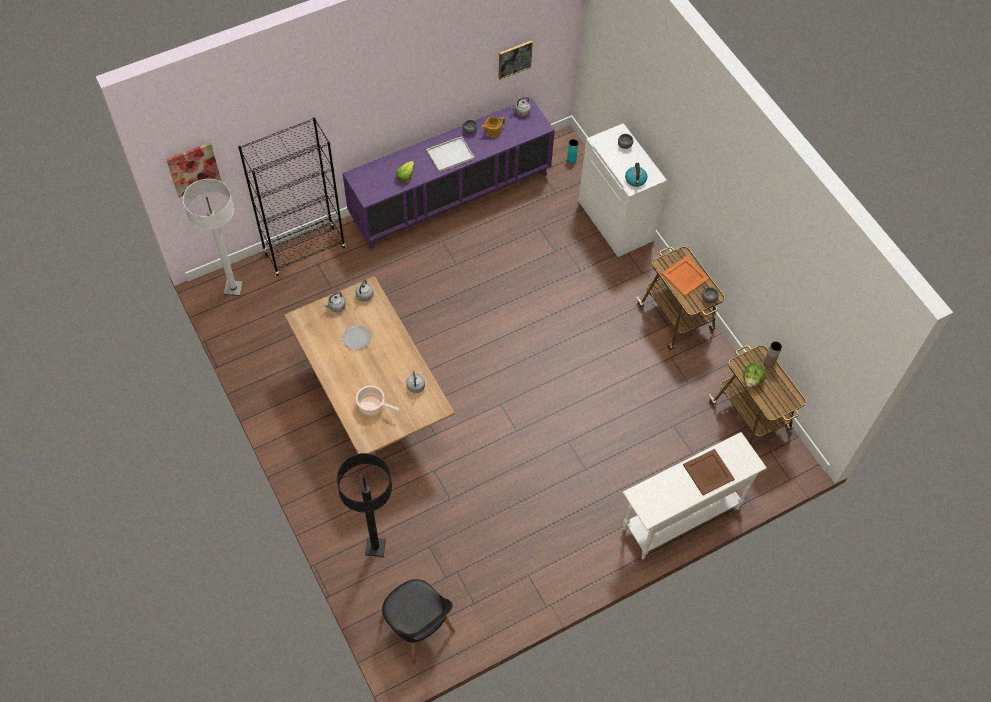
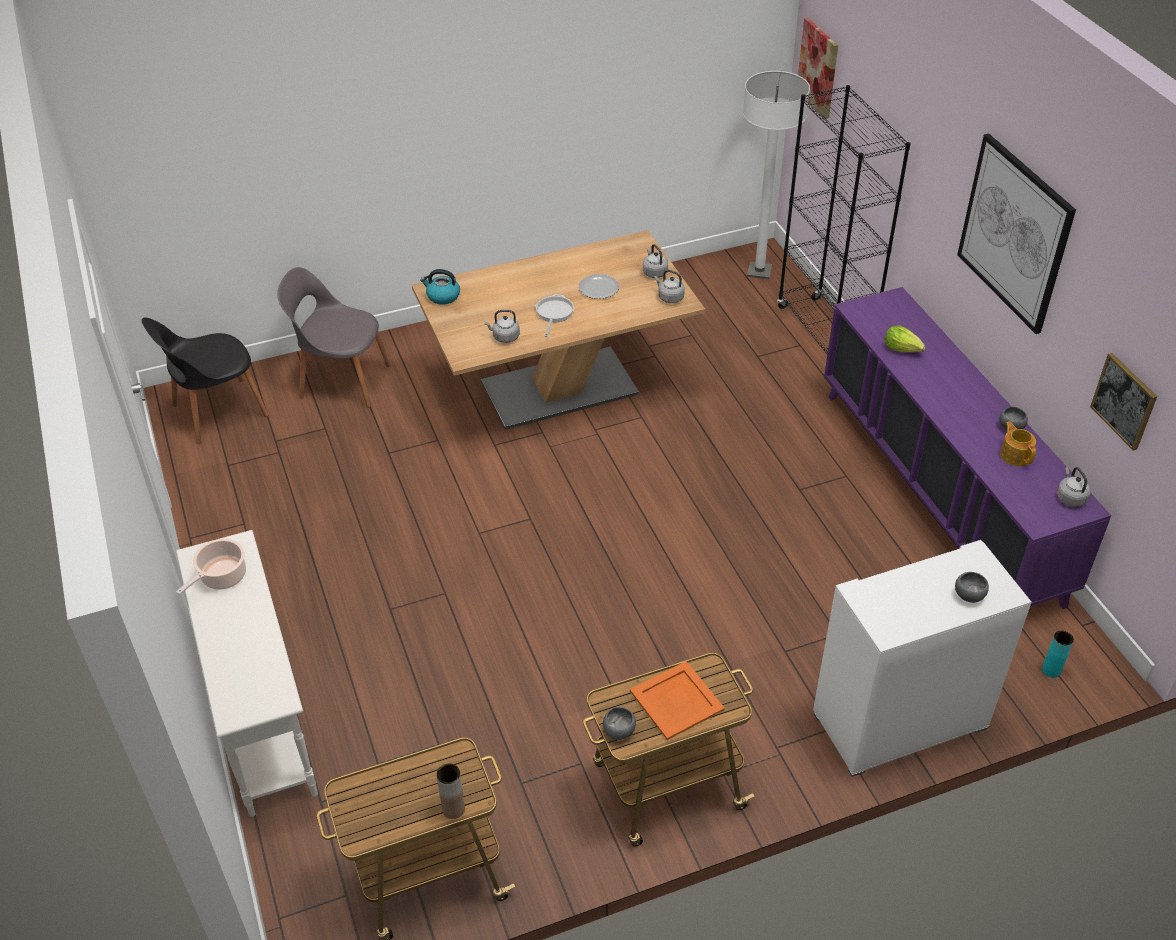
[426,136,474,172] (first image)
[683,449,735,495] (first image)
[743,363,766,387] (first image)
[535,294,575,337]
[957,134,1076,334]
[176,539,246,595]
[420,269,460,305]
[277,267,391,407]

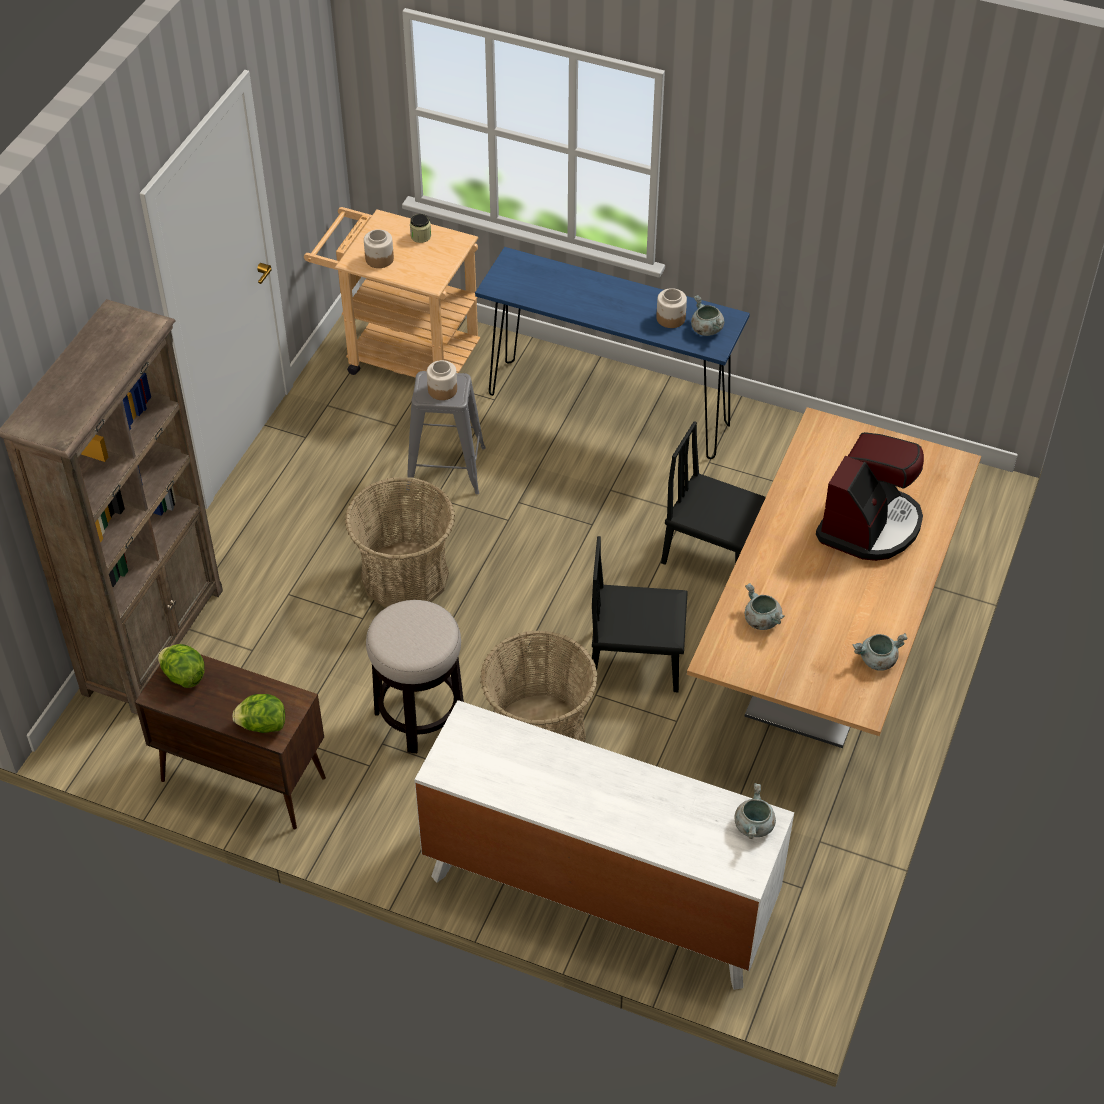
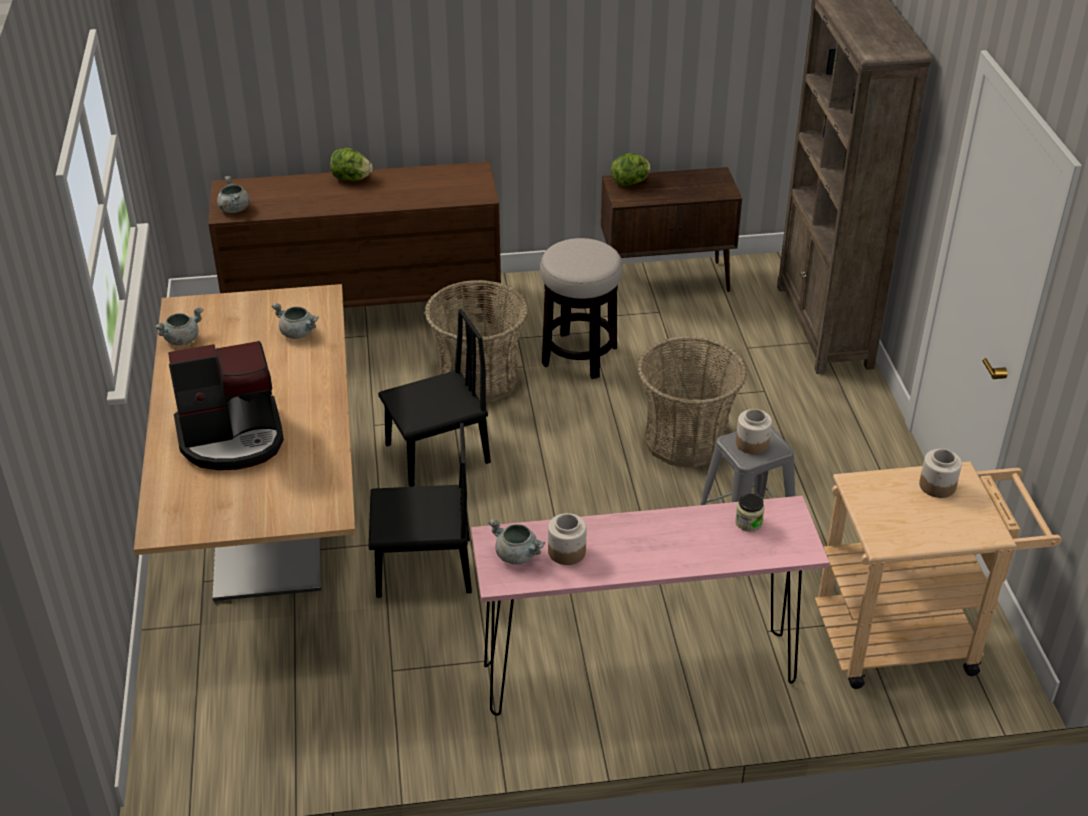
[330,148,373,181]
[735,493,764,532]
[208,162,501,323]
[471,496,829,716]
[168,341,284,470]

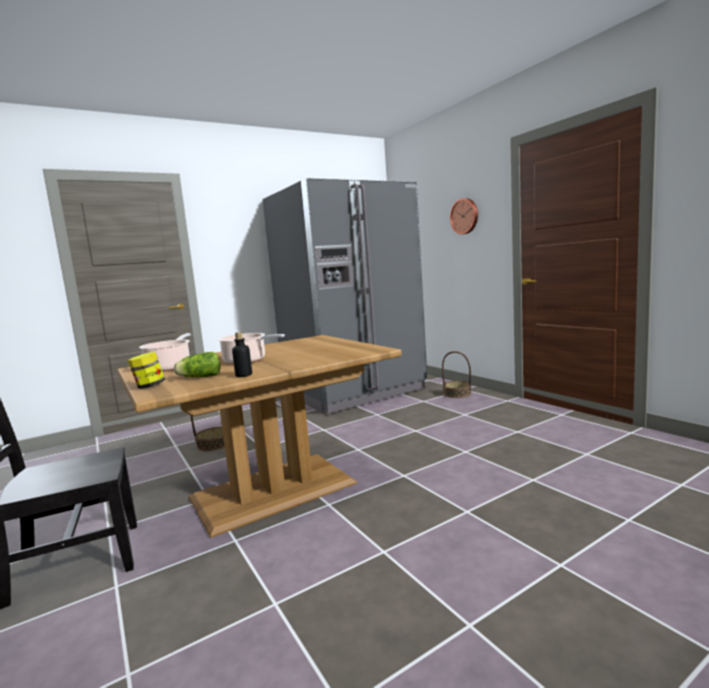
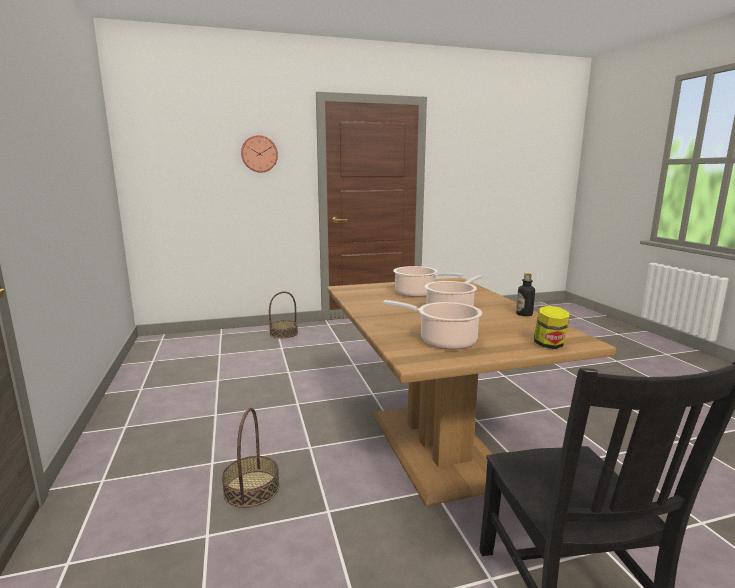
[174,352,220,377] (first image)
[263,178,427,413] (first image)
[393,266,464,297]

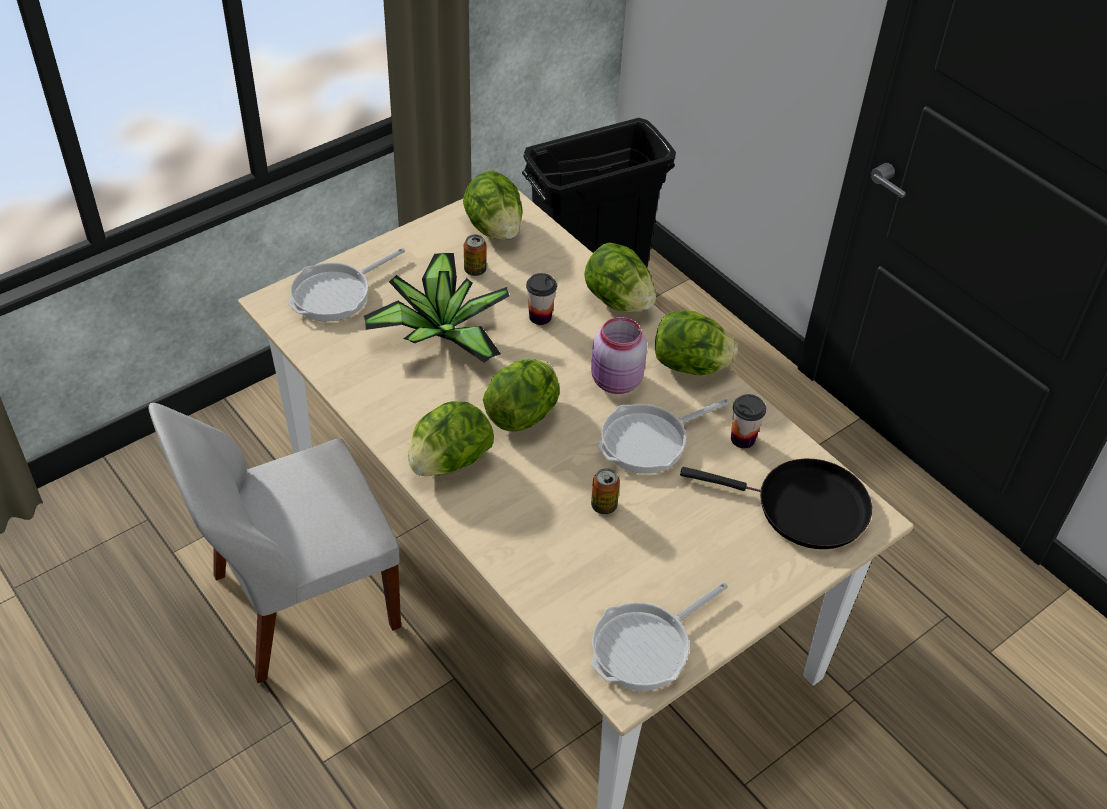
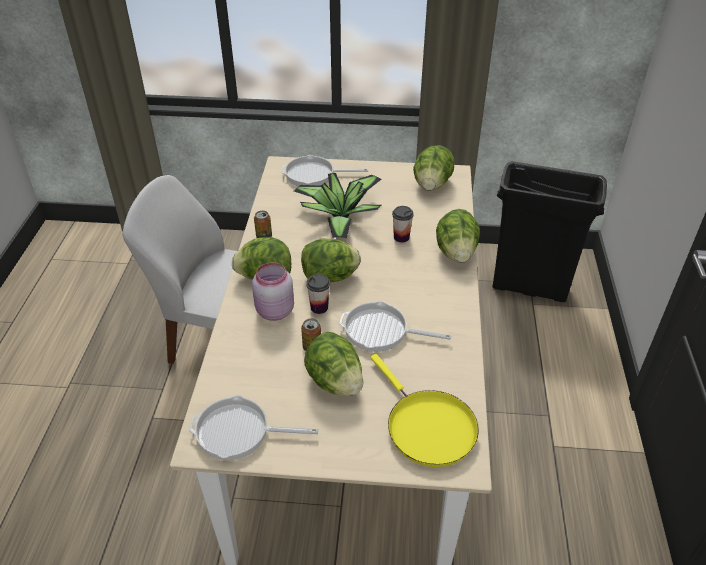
[254,211,272,238]
[252,262,294,321]
[304,332,363,396]
[306,274,330,314]
[370,354,479,467]

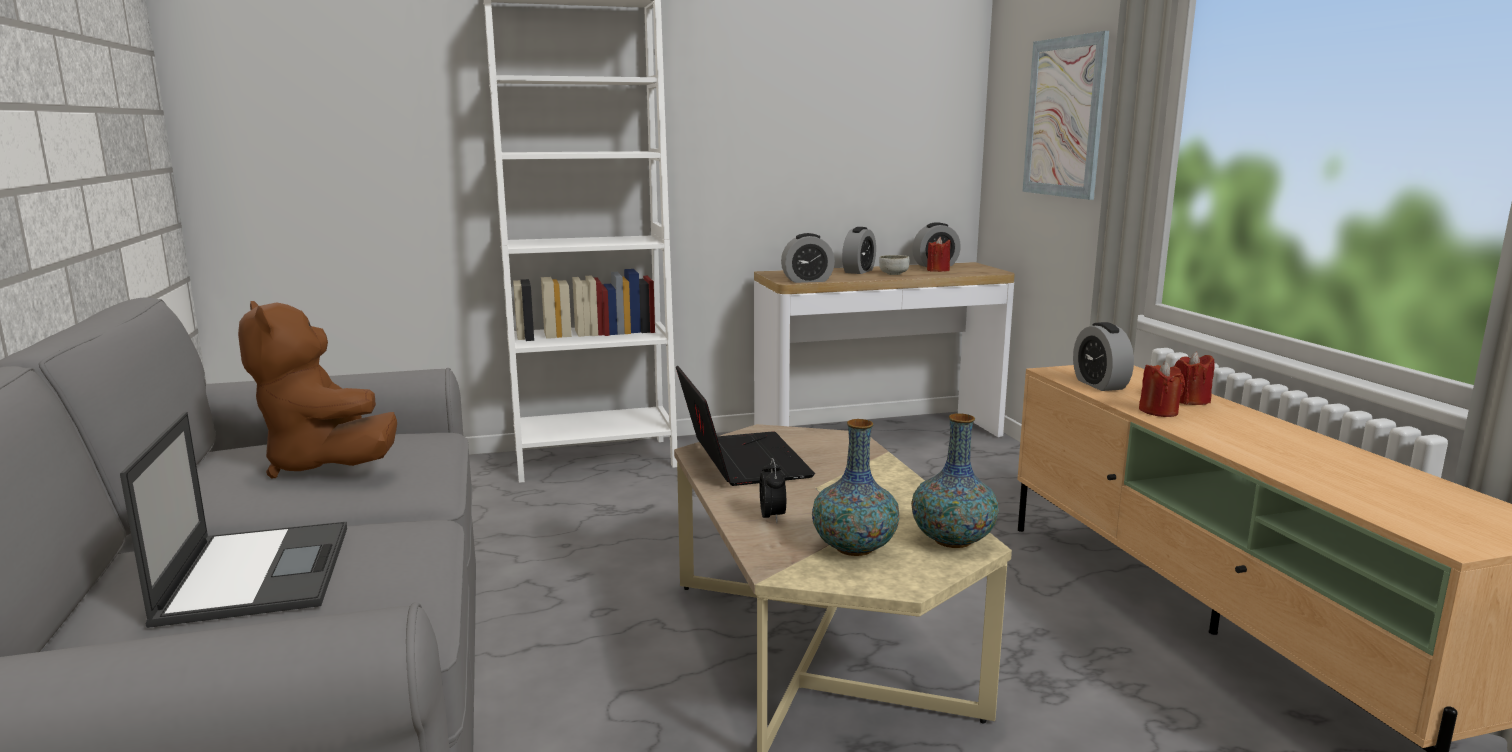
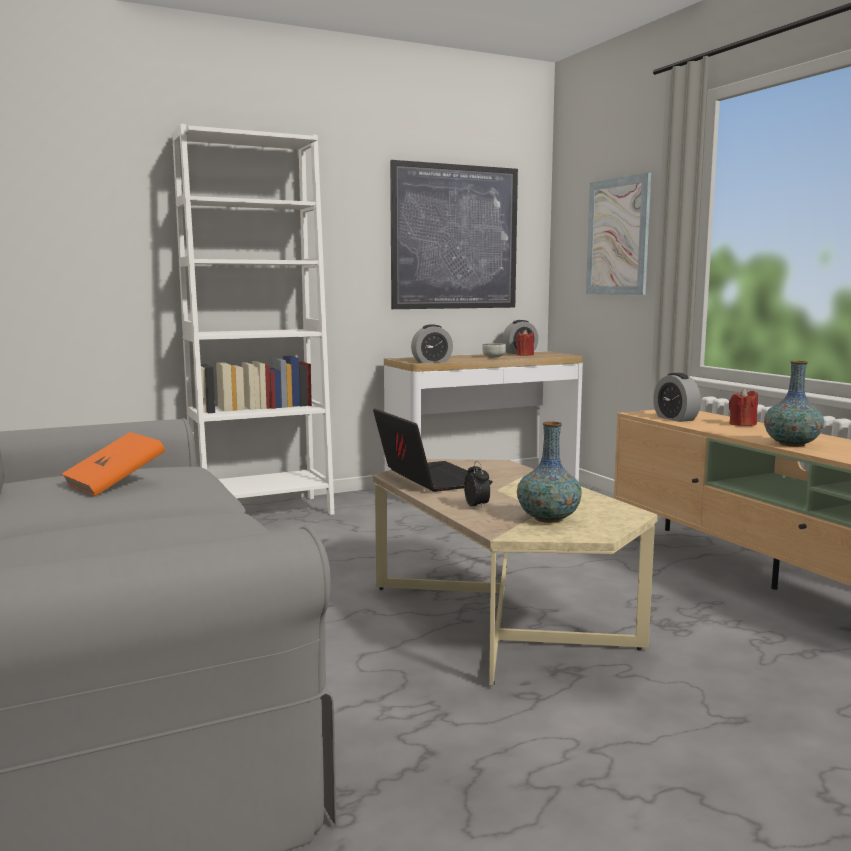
[120,412,347,628] (first image)
[842,227,876,274] (first image)
[1139,362,1185,417] (first image)
[390,160,518,309]
[764,361,824,447]
[61,432,165,496]

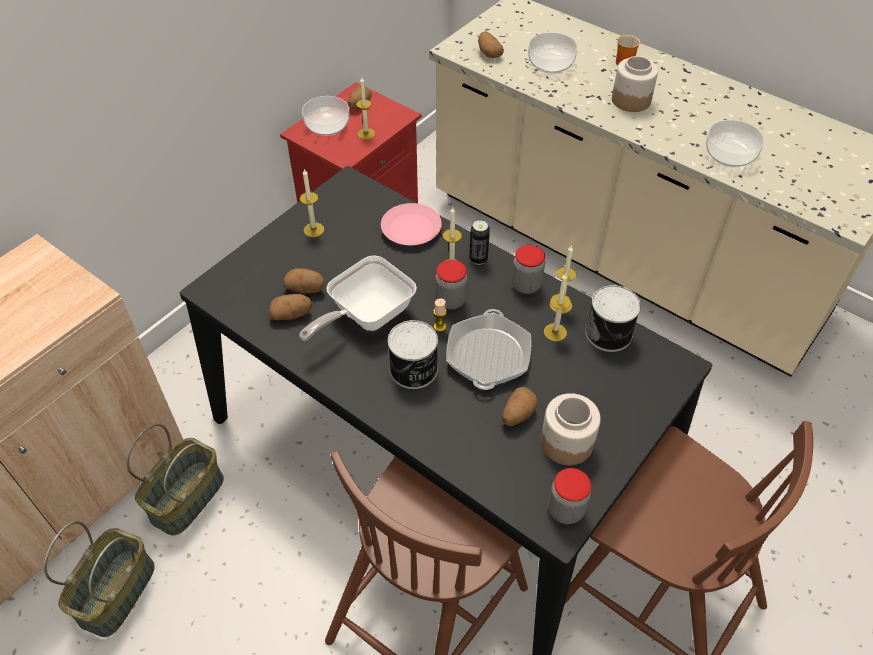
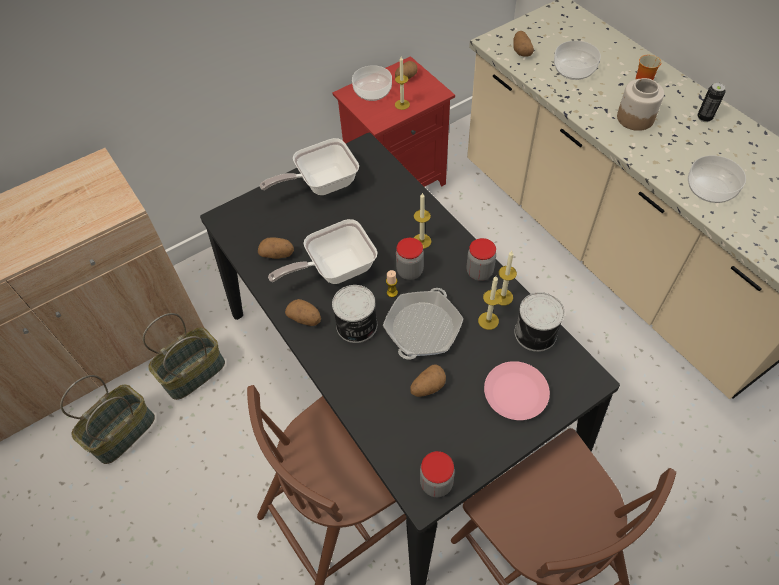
[541,393,601,465] (first image)
[285,299,321,326]
[484,361,550,420]
[697,82,726,122]
[260,138,359,195]

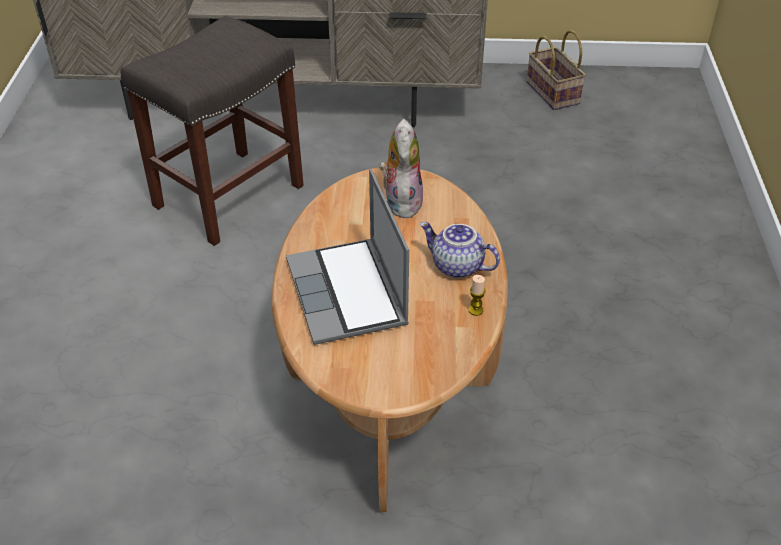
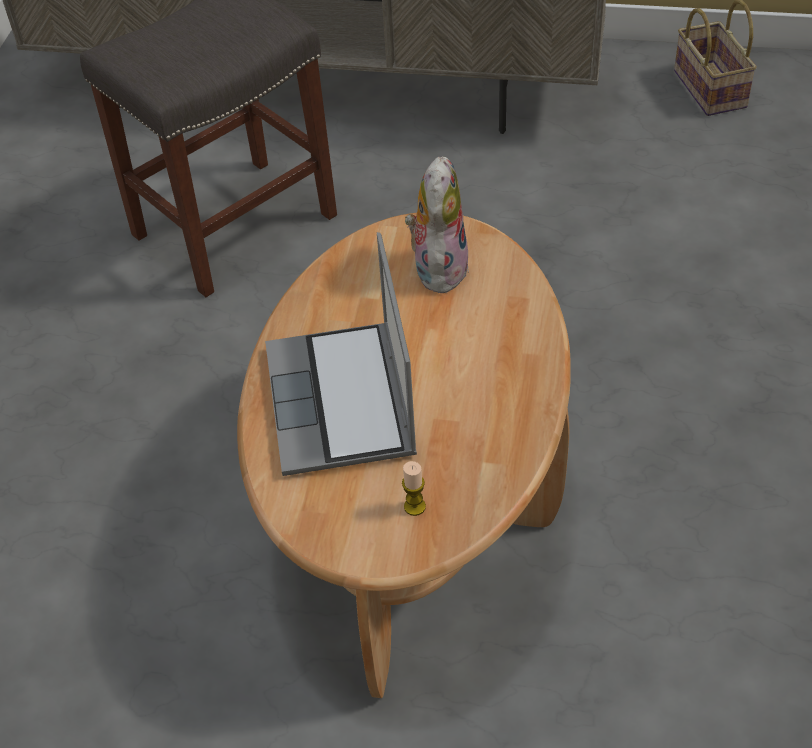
[420,222,500,278] (first image)
[402,461,426,516]

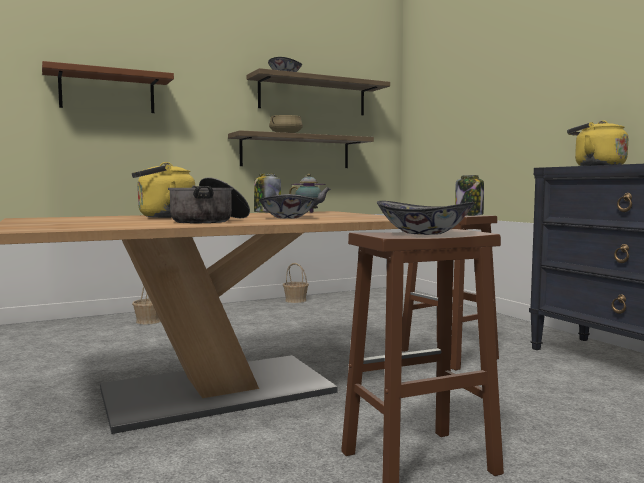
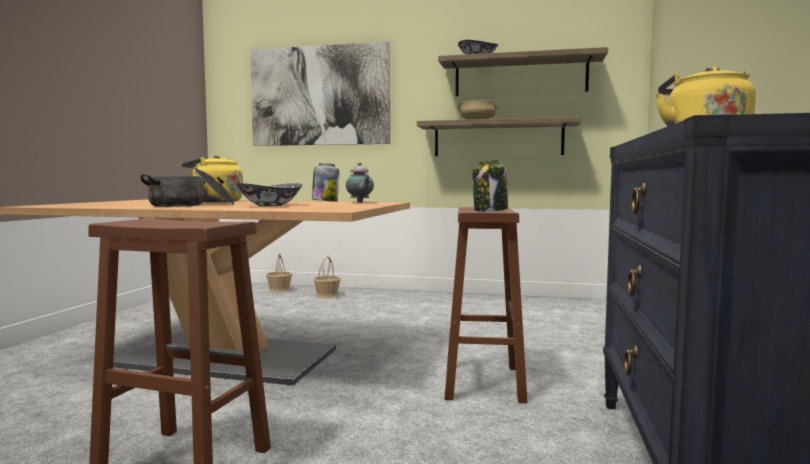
[377,201,475,235] (first image)
[266,253,293,293]
[250,41,390,146]

